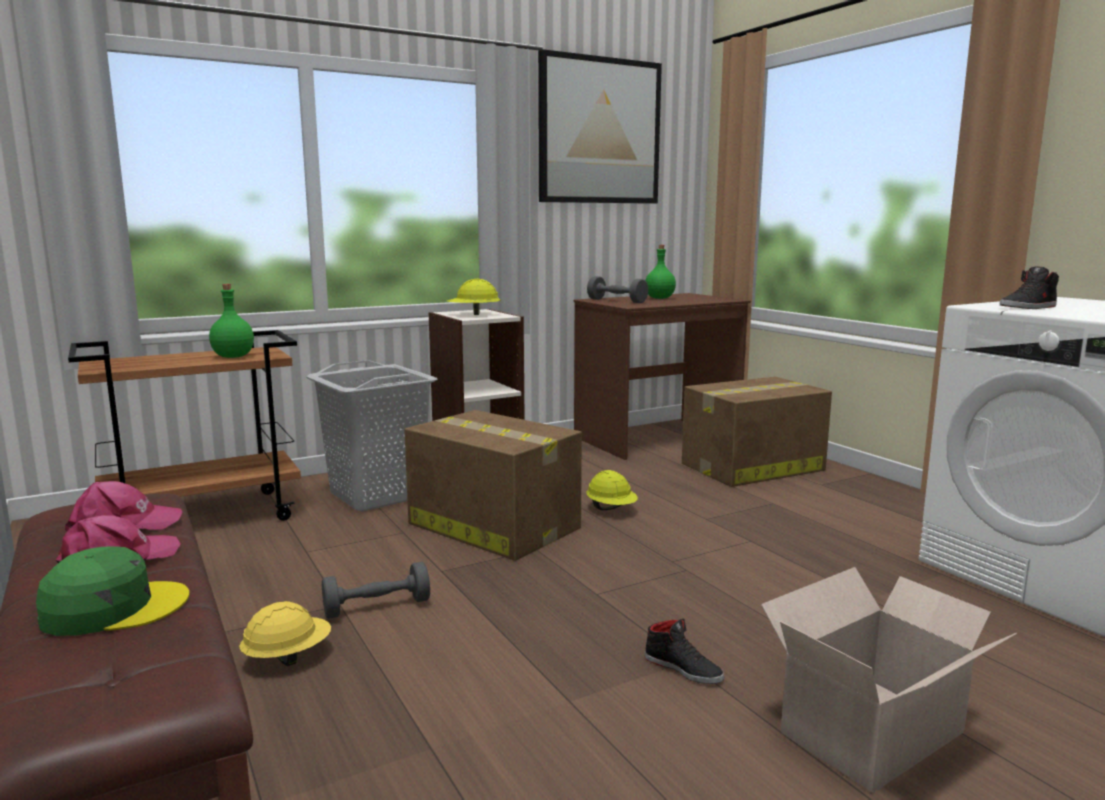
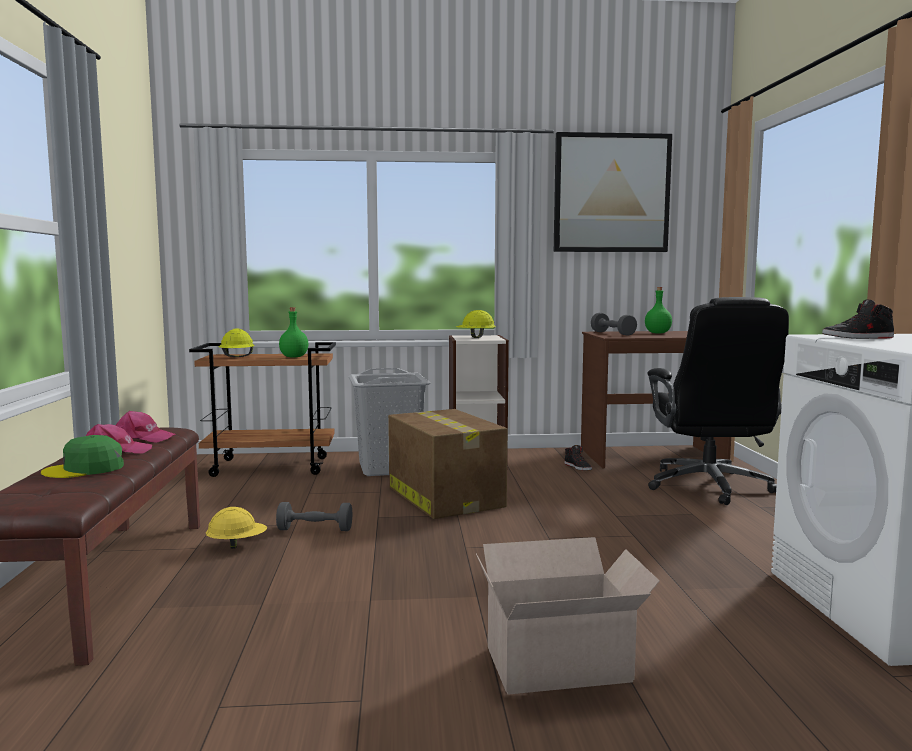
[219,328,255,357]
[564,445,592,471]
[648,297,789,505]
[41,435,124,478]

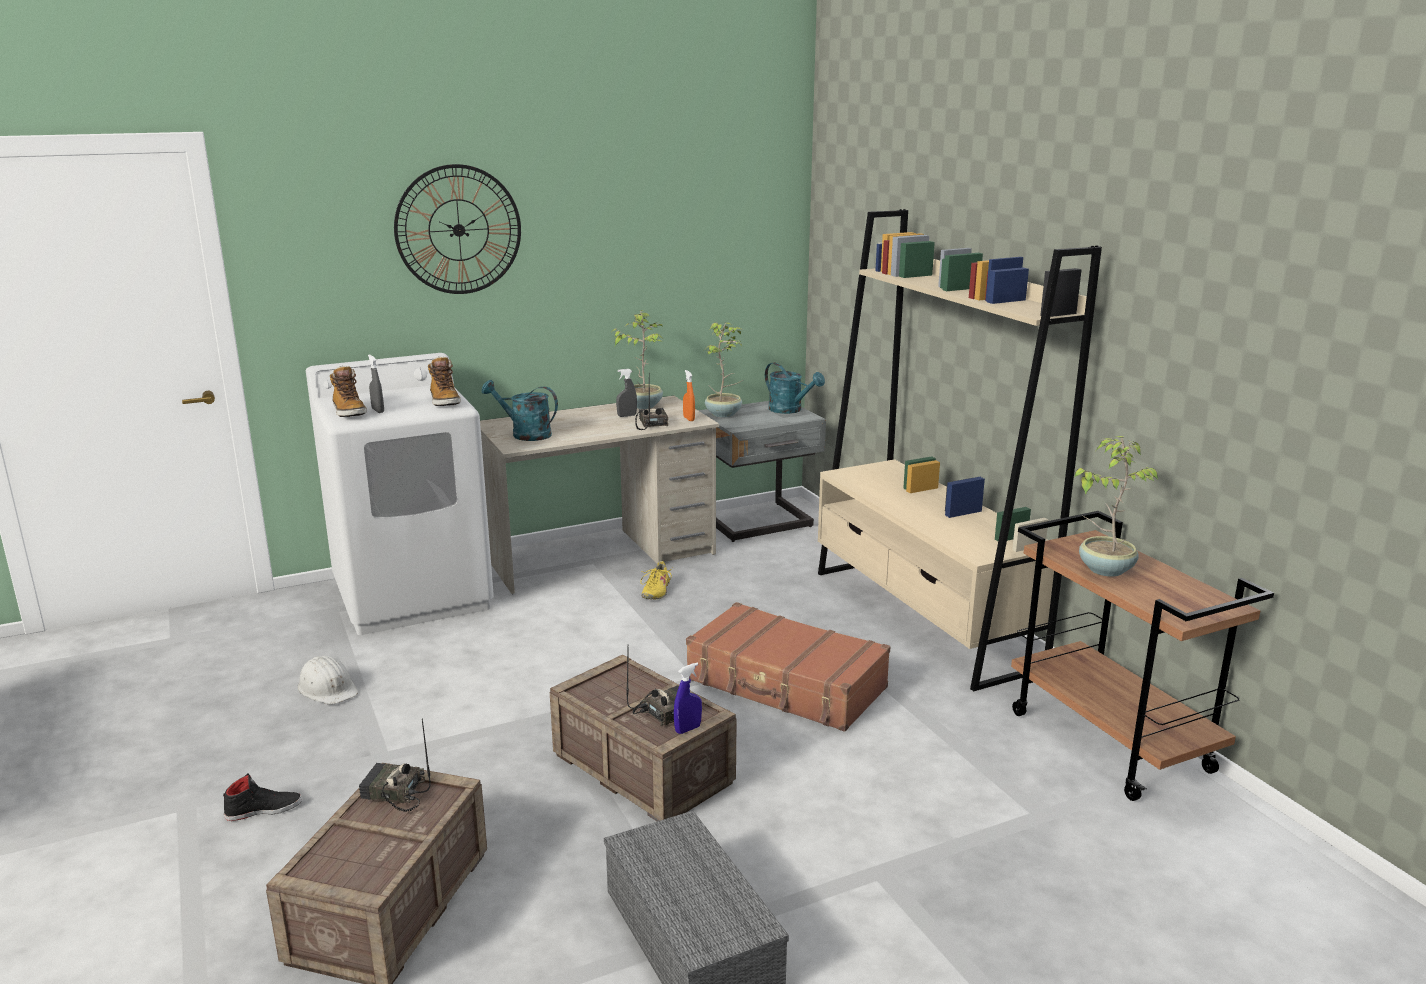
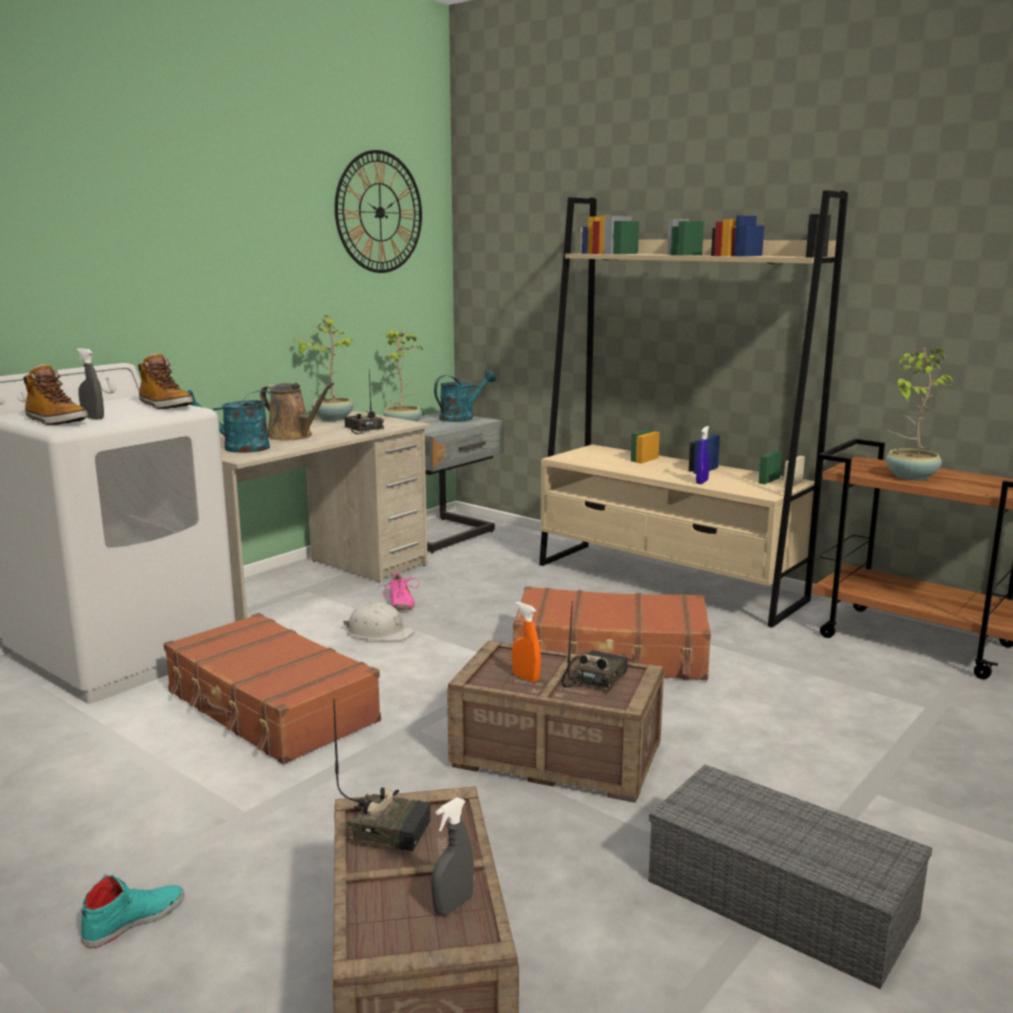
[164,613,381,765]
[260,383,334,441]
[343,601,415,641]
[335,150,422,273]
[432,797,474,916]
[696,426,710,484]
[512,602,541,683]
[81,874,184,948]
[378,572,419,610]
[333,699,431,851]
[434,370,496,422]

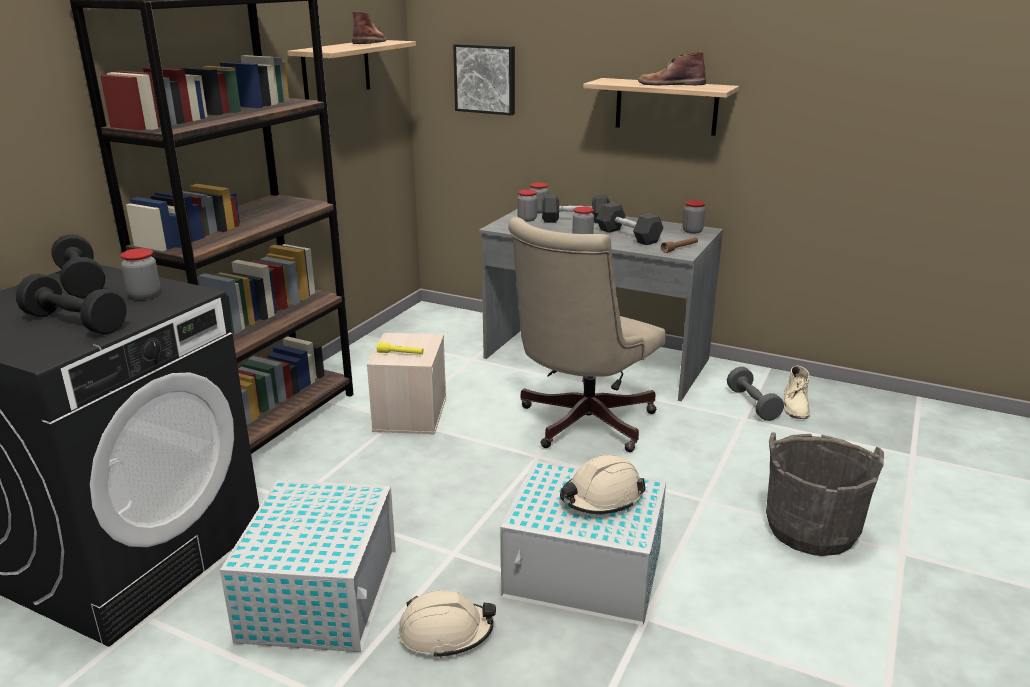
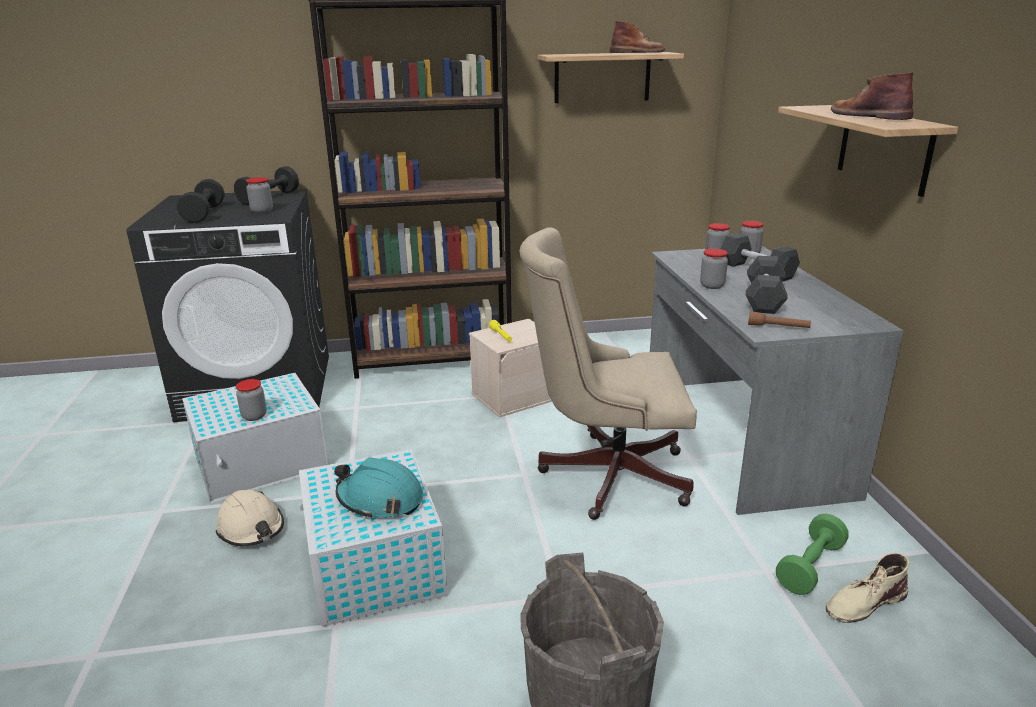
[453,44,515,115] (first image)
[236,379,267,421]
[334,457,423,519]
[776,513,849,595]

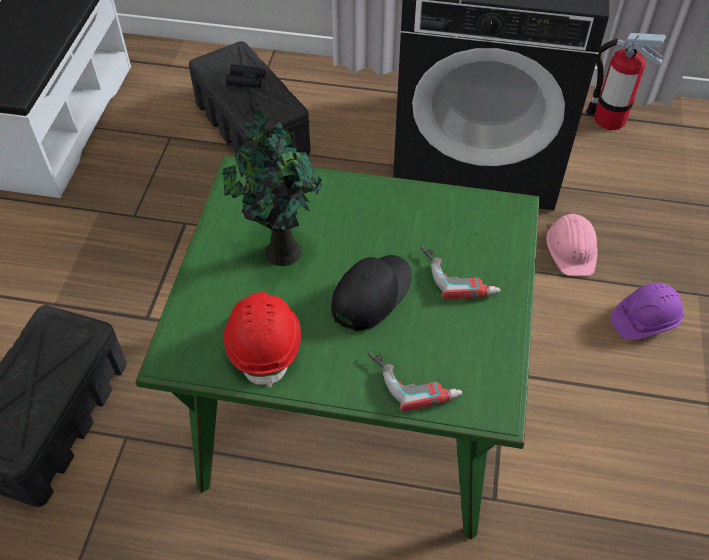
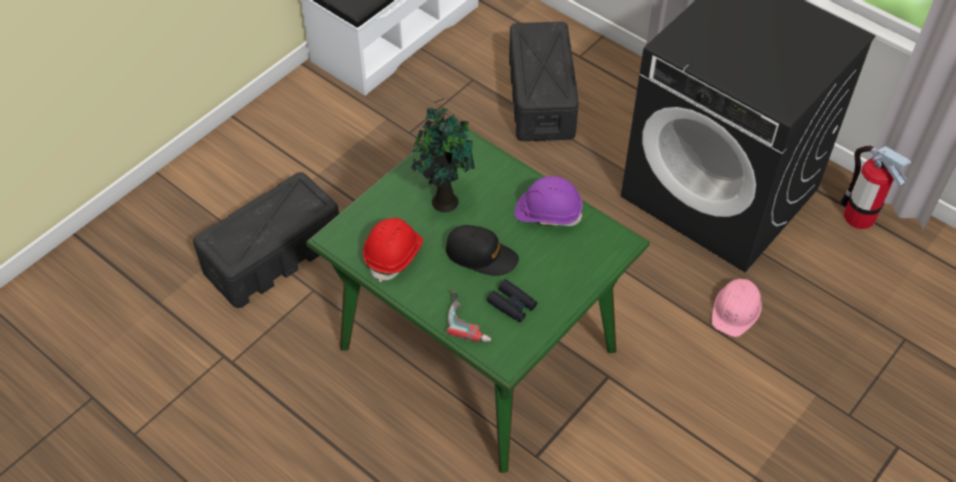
[421,245,501,300] (first image)
[487,279,537,323]
[515,176,583,226]
[446,225,519,276]

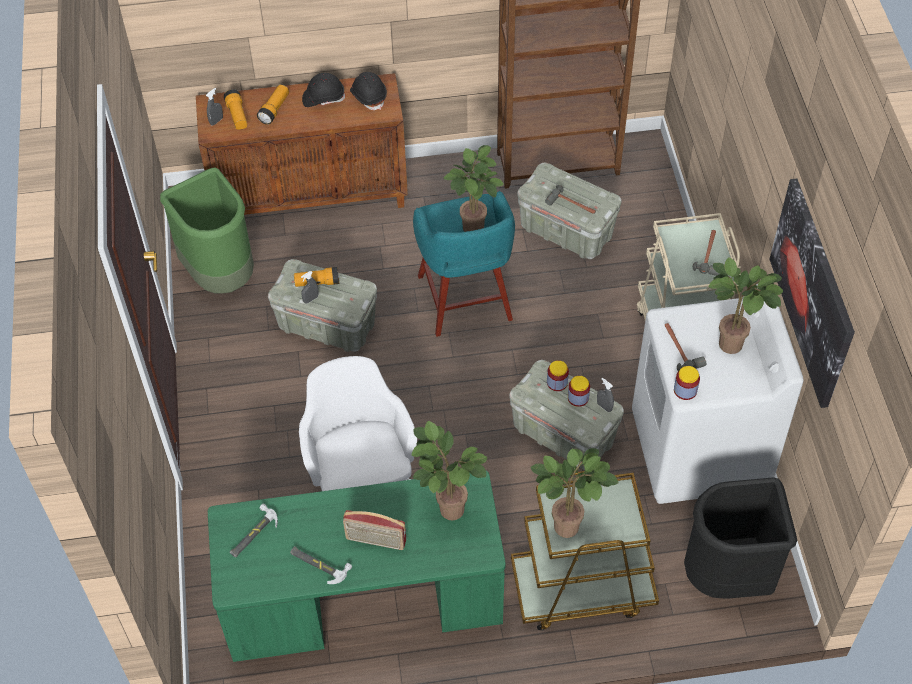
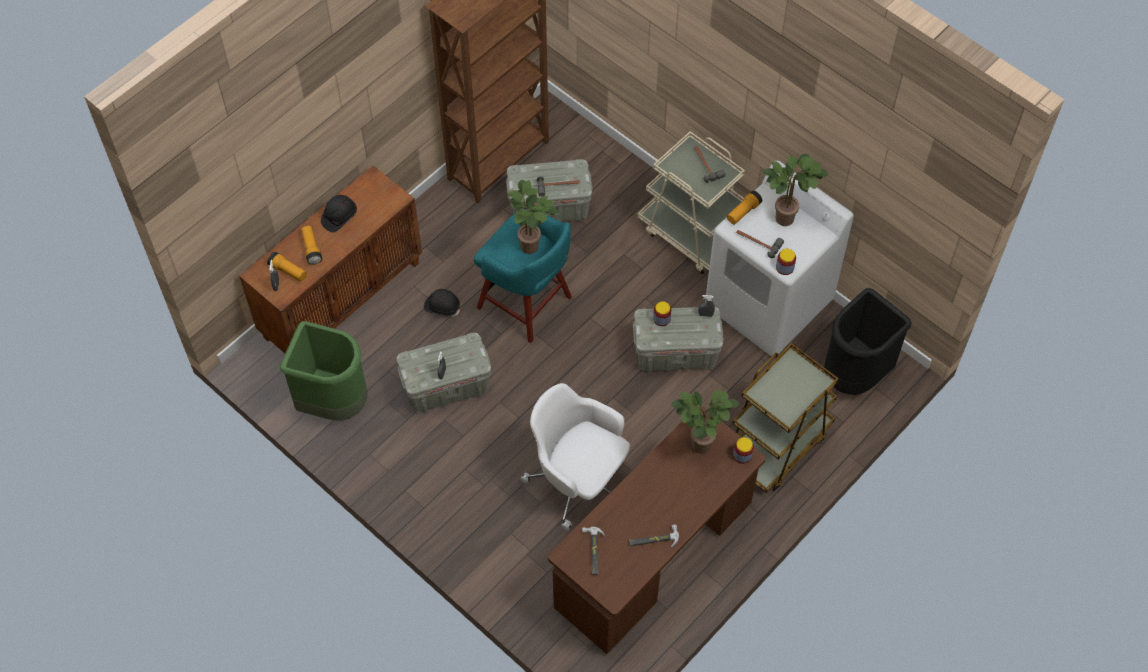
[343,510,406,550] (first image)
[530,448,619,538] (first image)
[769,178,855,408] (first image)
[727,190,762,225]
[424,289,460,317]
[733,437,754,464]
[548,406,766,654]

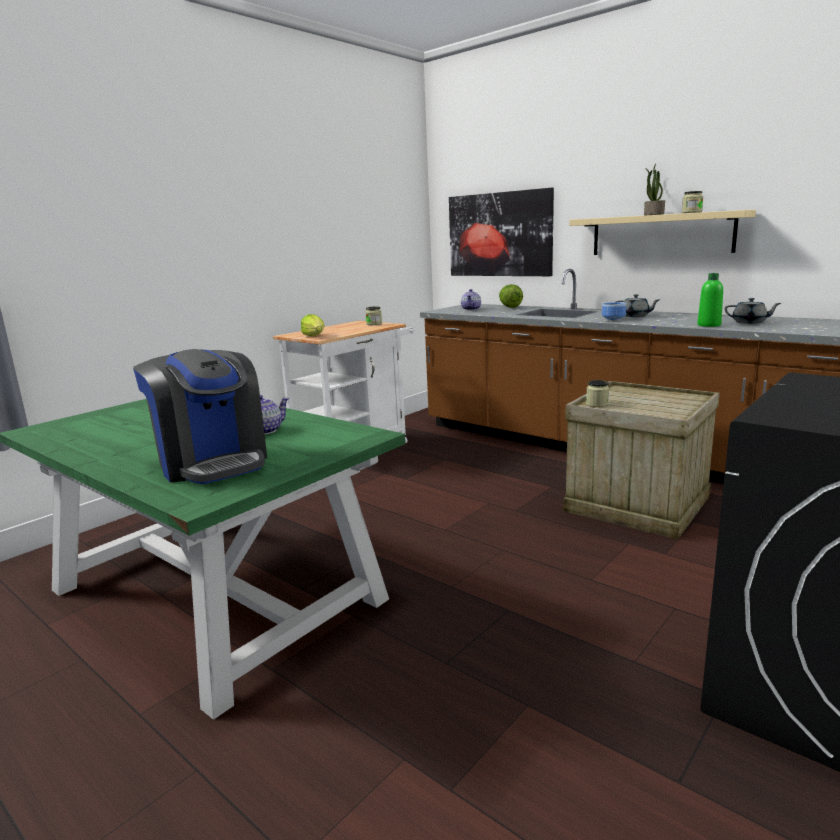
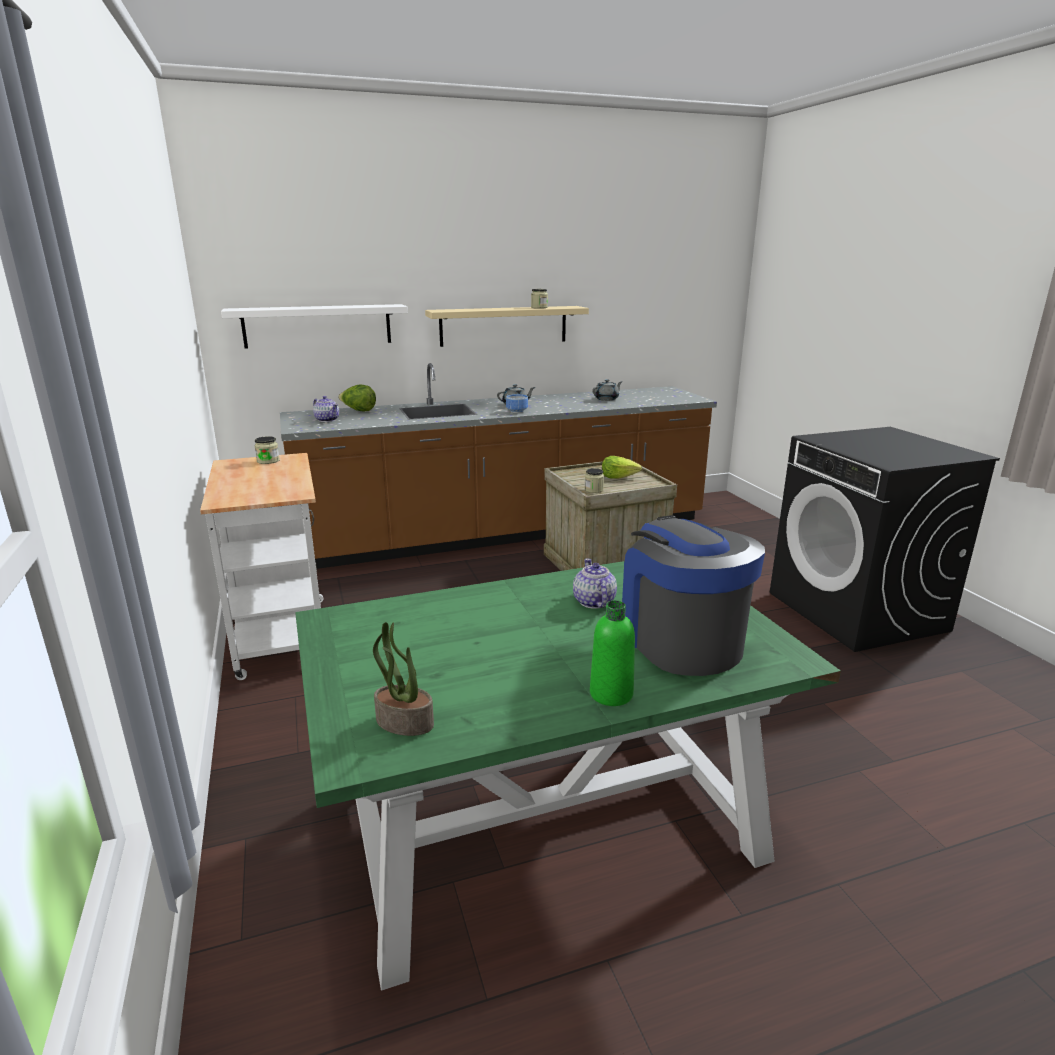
[602,456,642,478]
[373,622,434,736]
[590,600,635,706]
[221,304,408,349]
[622,515,765,676]

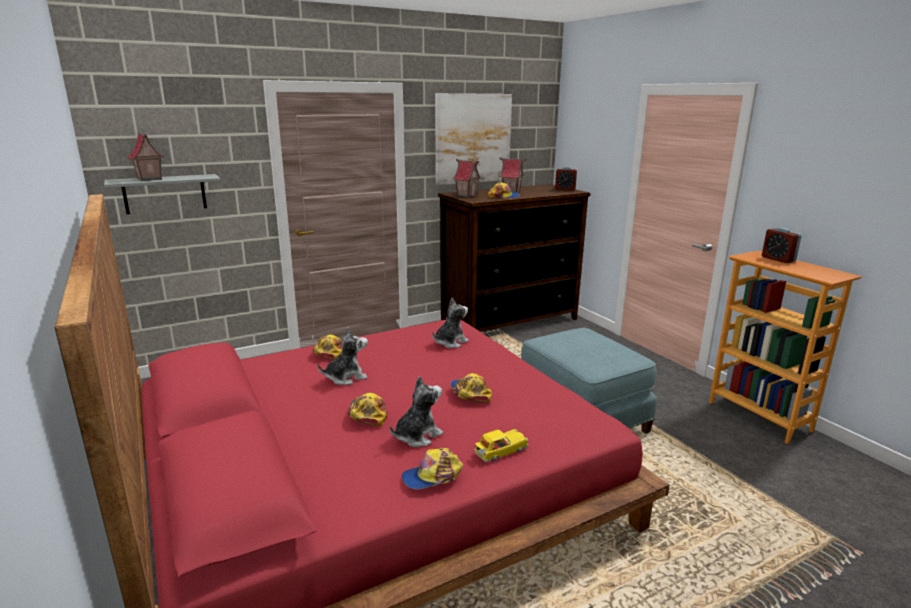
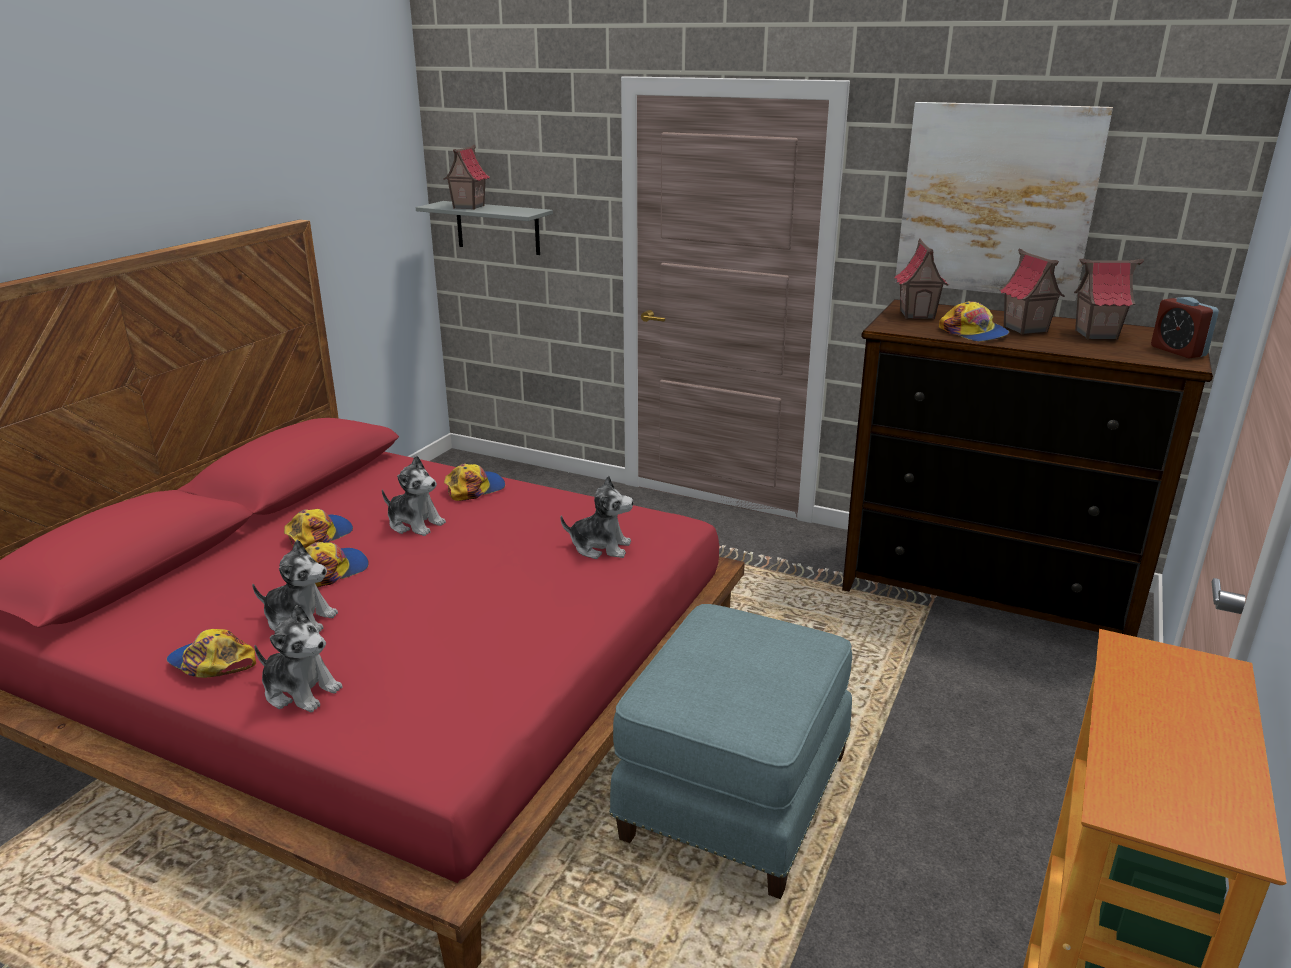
[762,228,802,263] (first image)
[1074,259,1144,340]
[284,509,353,548]
[254,605,343,712]

